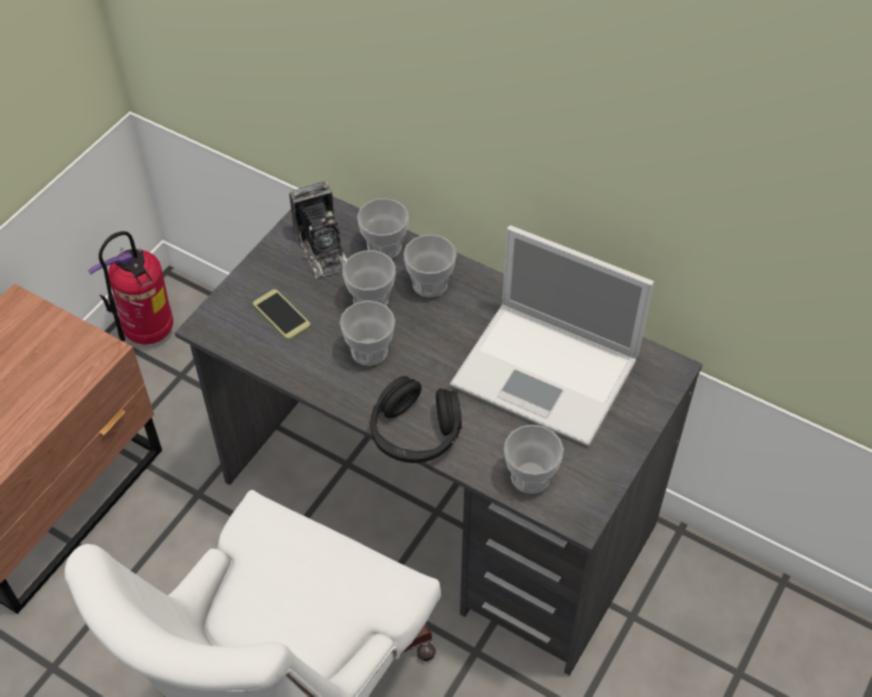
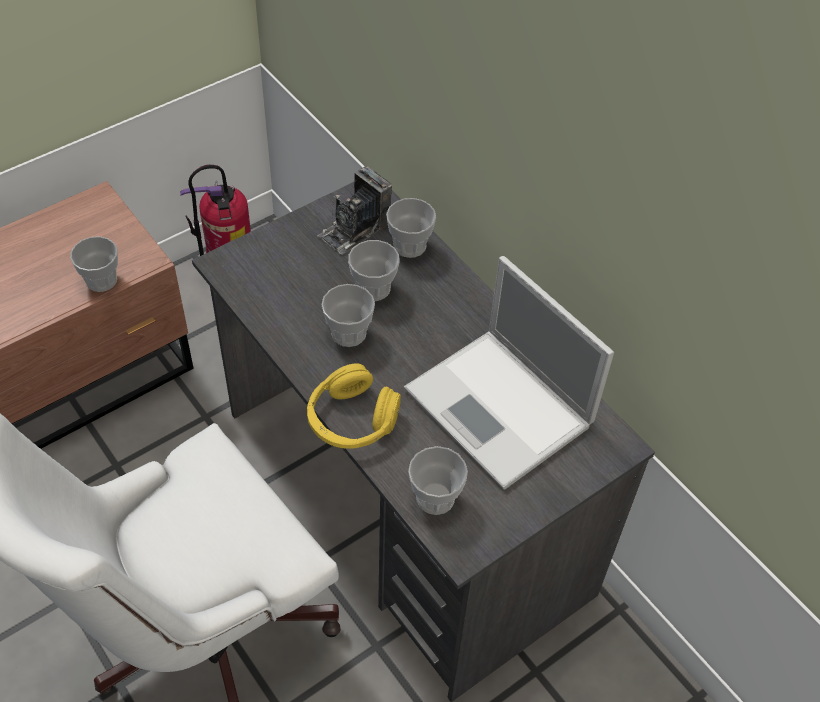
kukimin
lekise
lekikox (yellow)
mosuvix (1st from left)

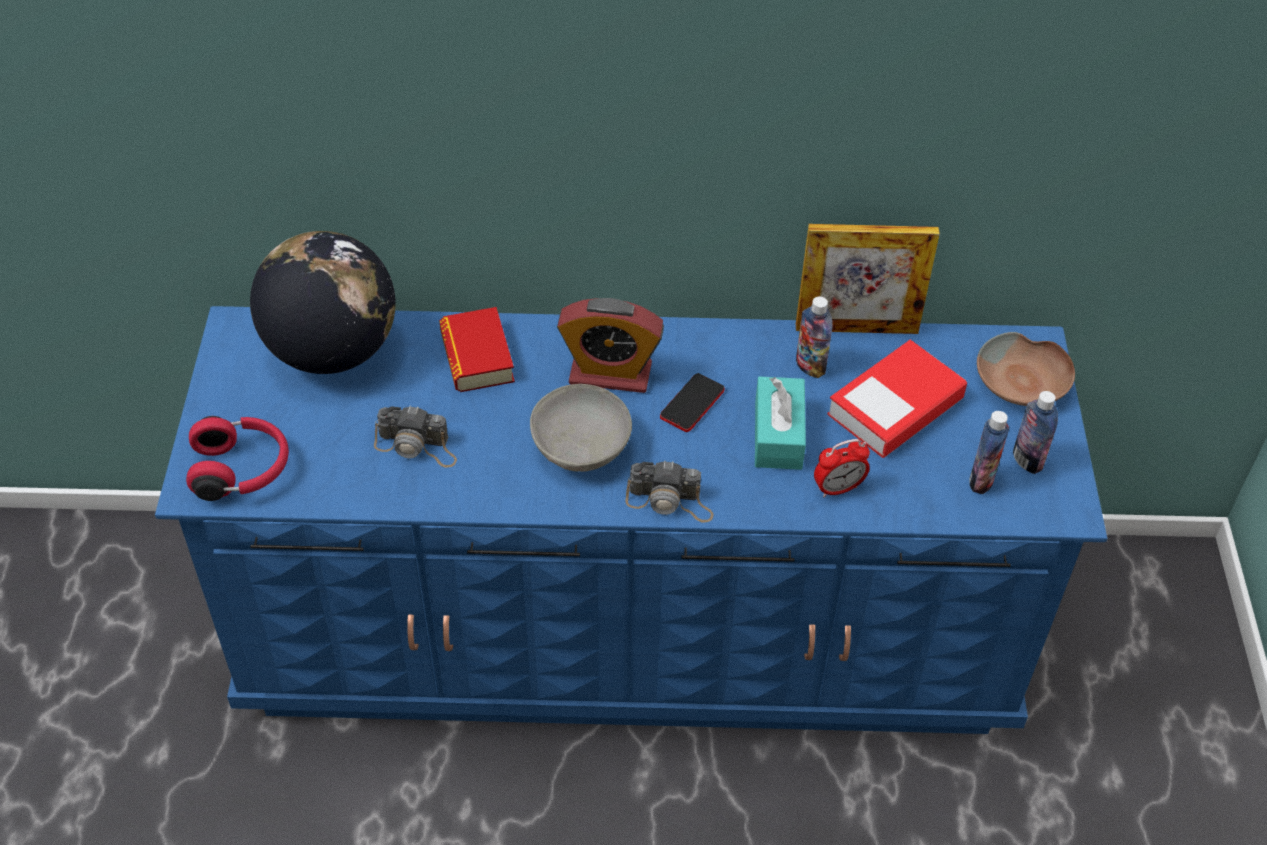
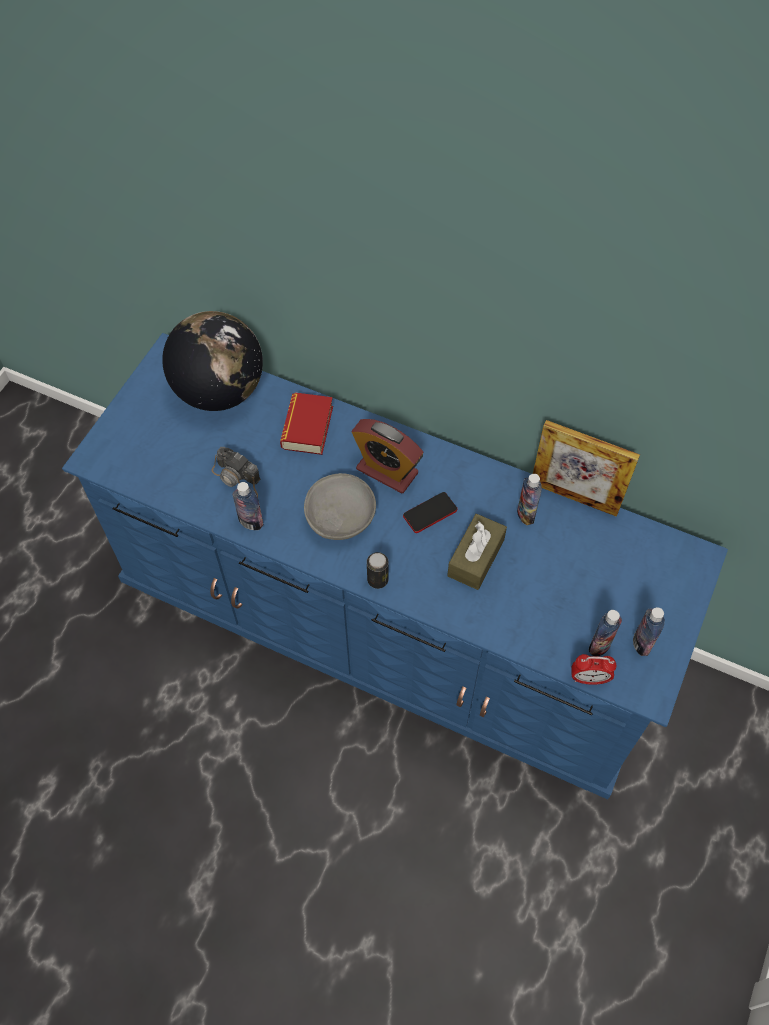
lekikox (red)
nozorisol
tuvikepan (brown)
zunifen (2nd from left)
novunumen (2nd from left in the first image)
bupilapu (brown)
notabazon (1st from left)

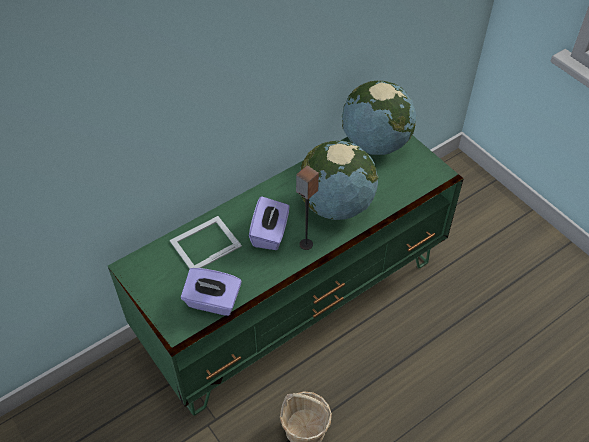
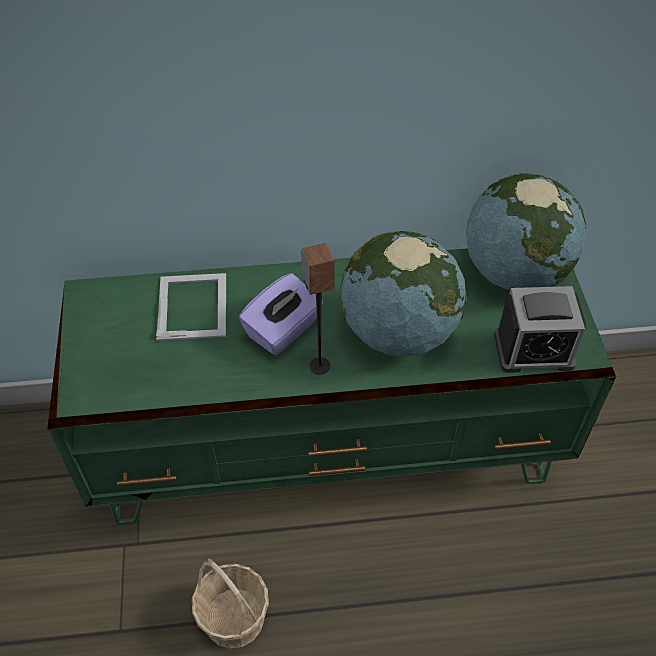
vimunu
tuvikepan (purple) (1st from left in the first image)
zunifen

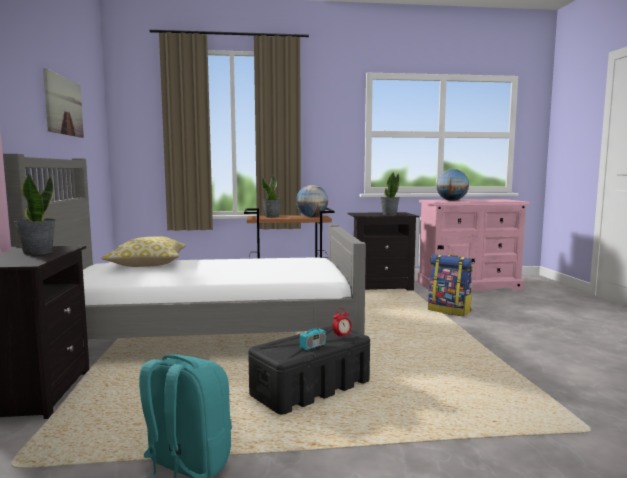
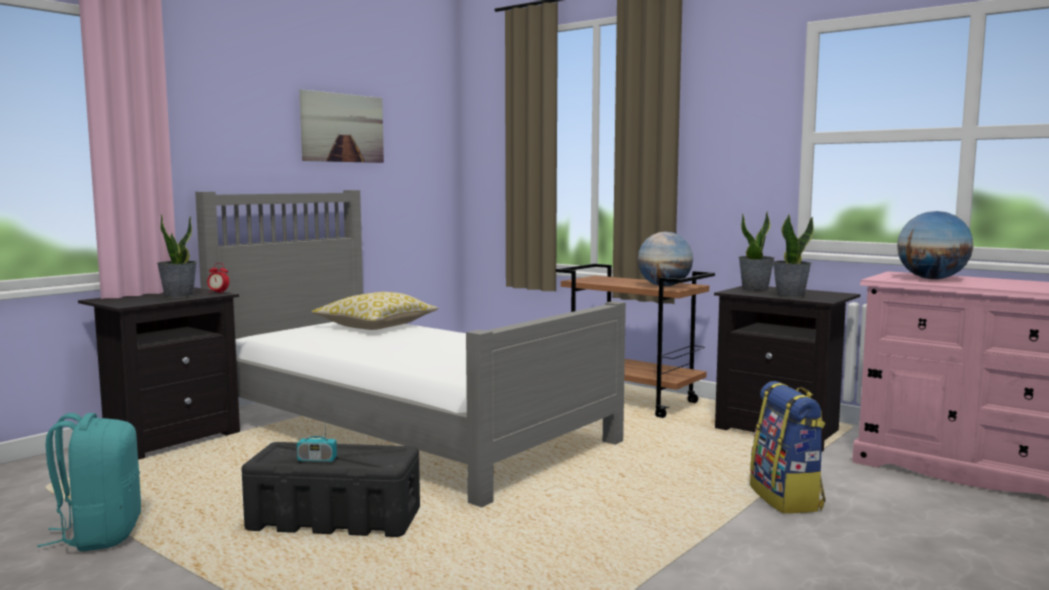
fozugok (2nd from left)
zunifen

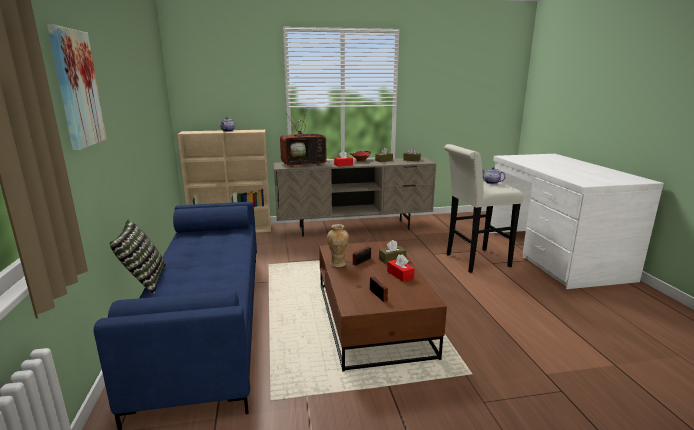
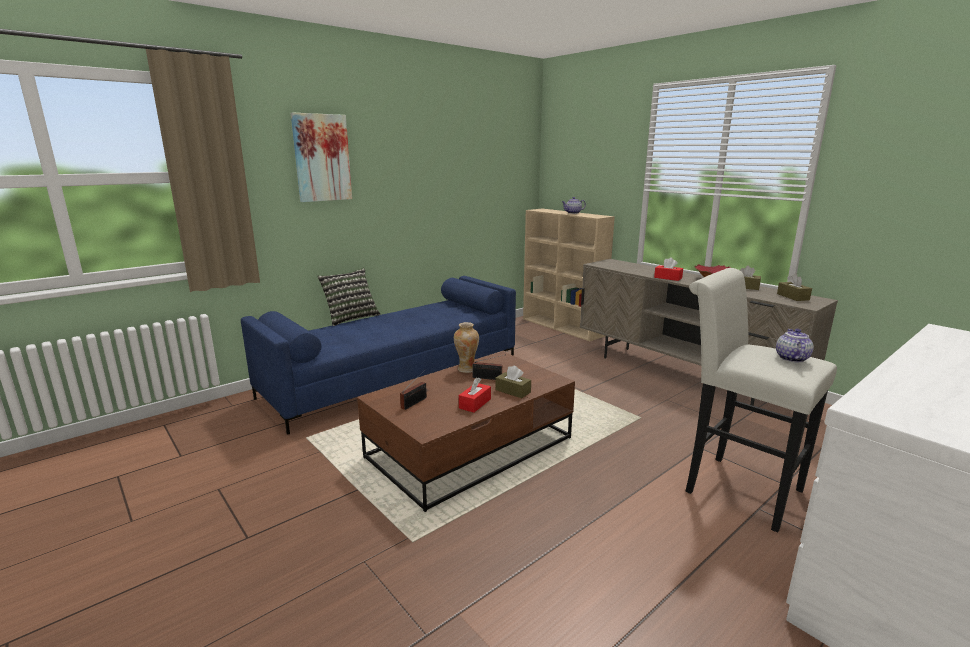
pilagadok

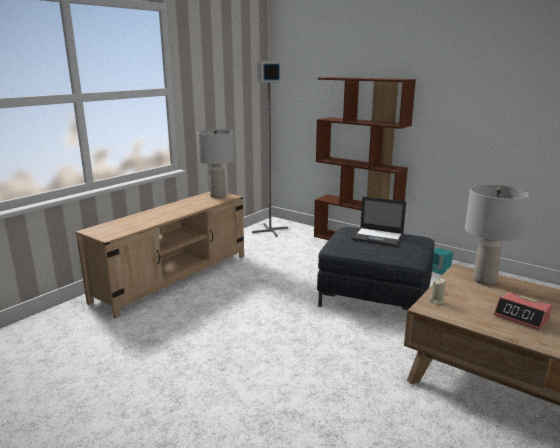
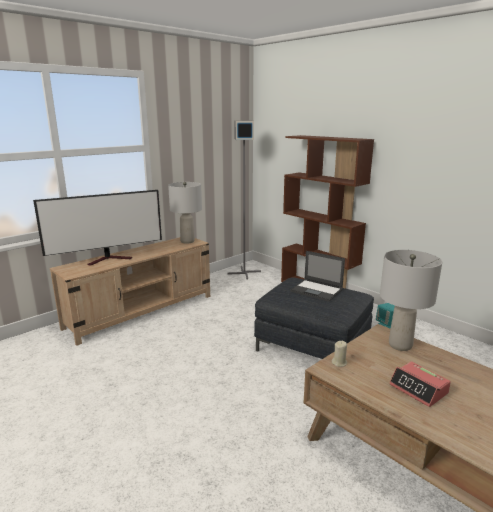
pilagadok

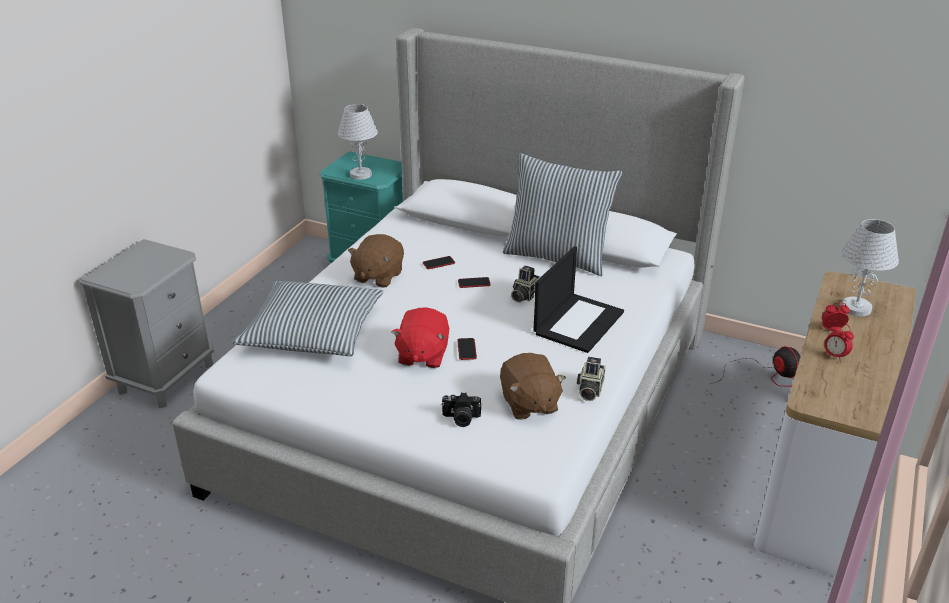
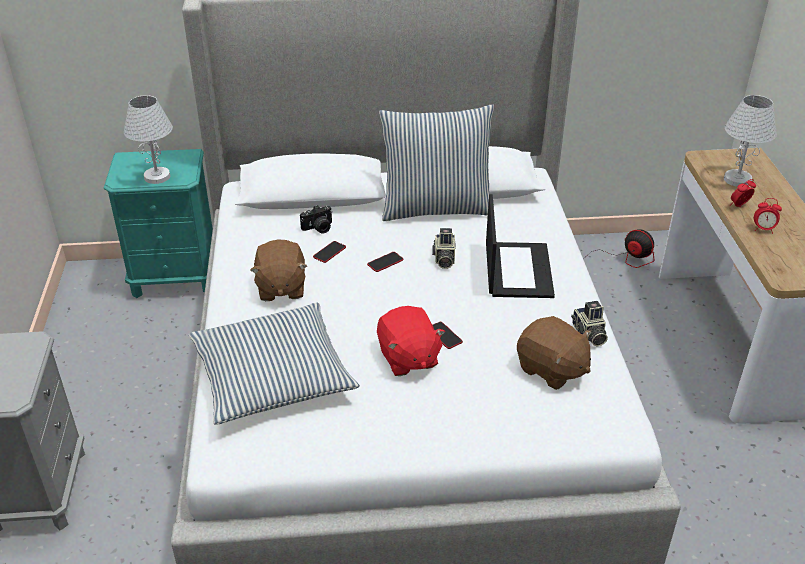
lekise (1st from left)

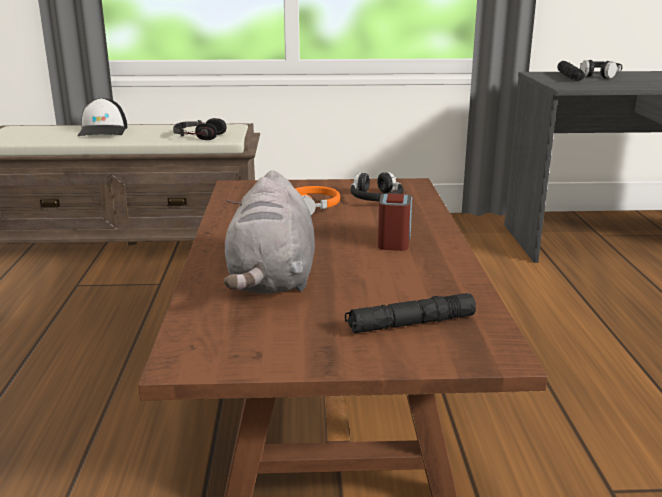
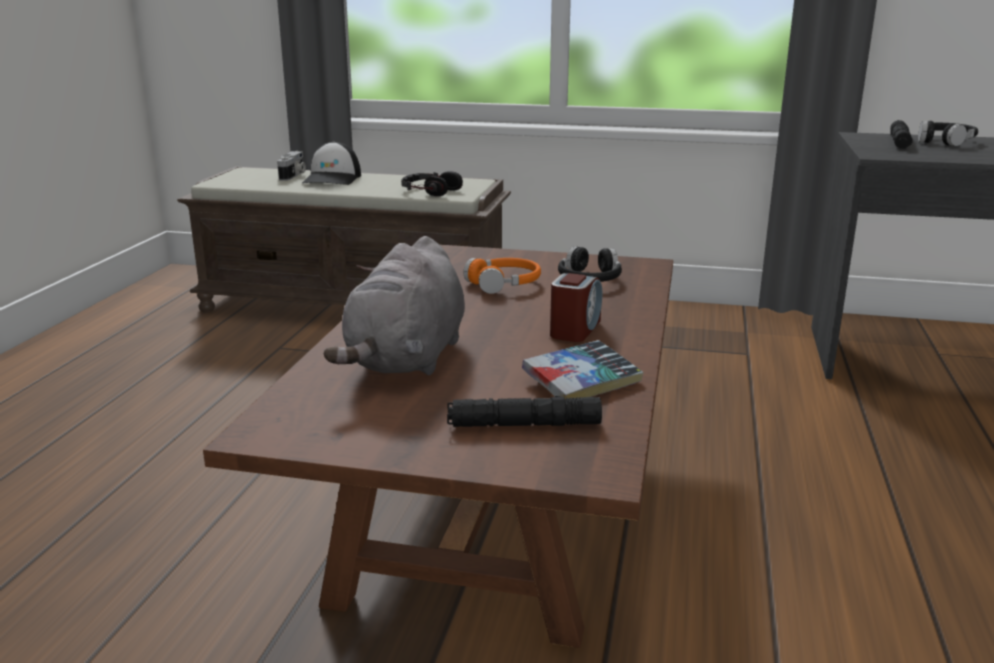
lekise
novunumen

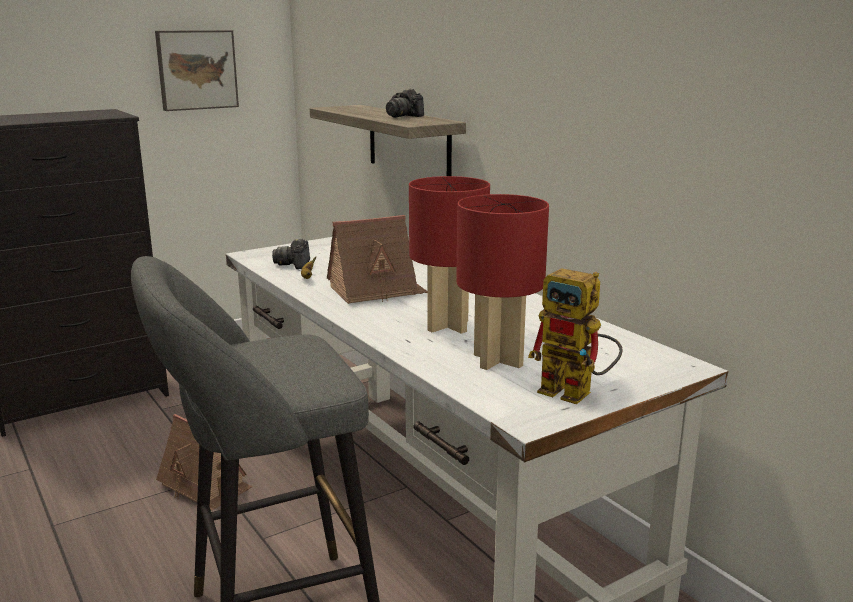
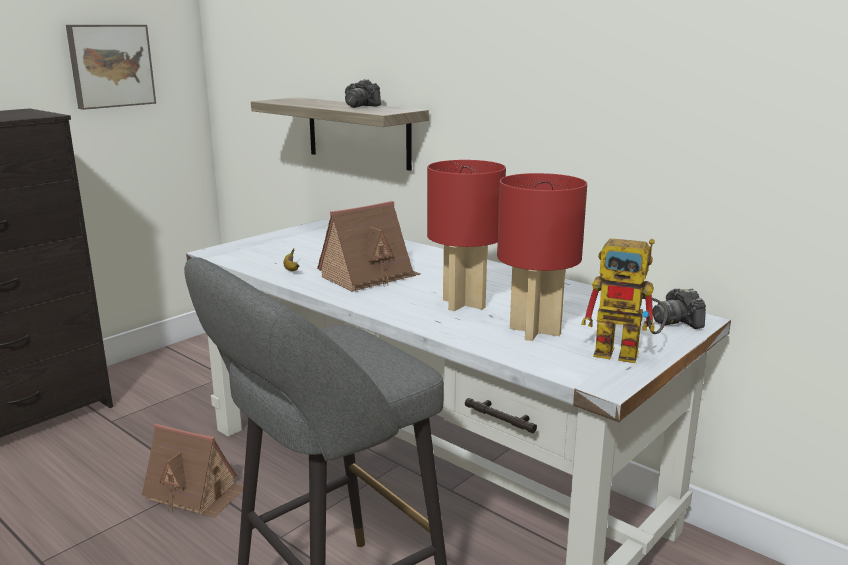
lekise (2nd from left)

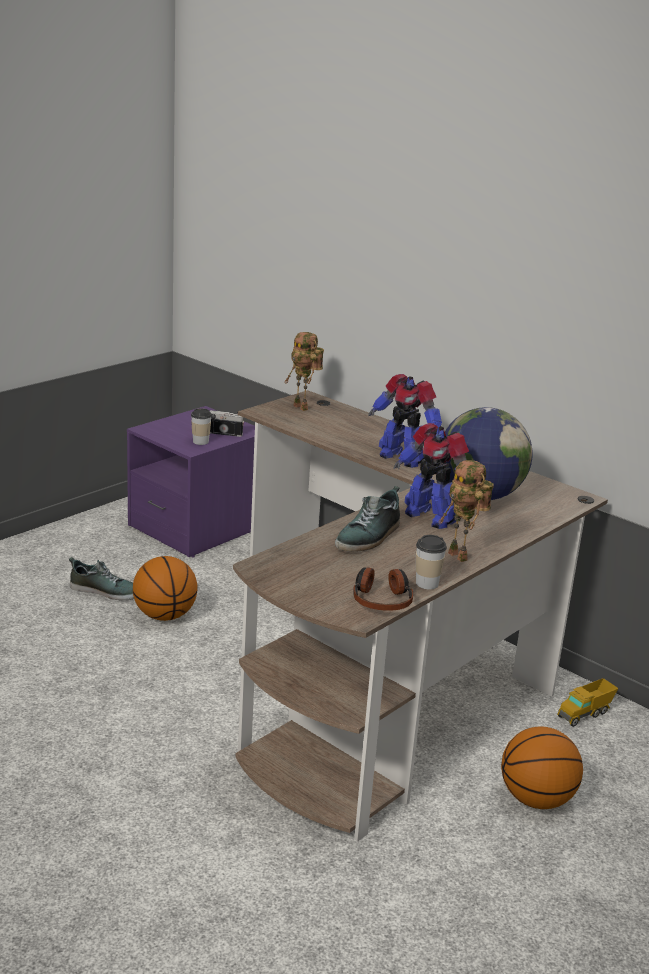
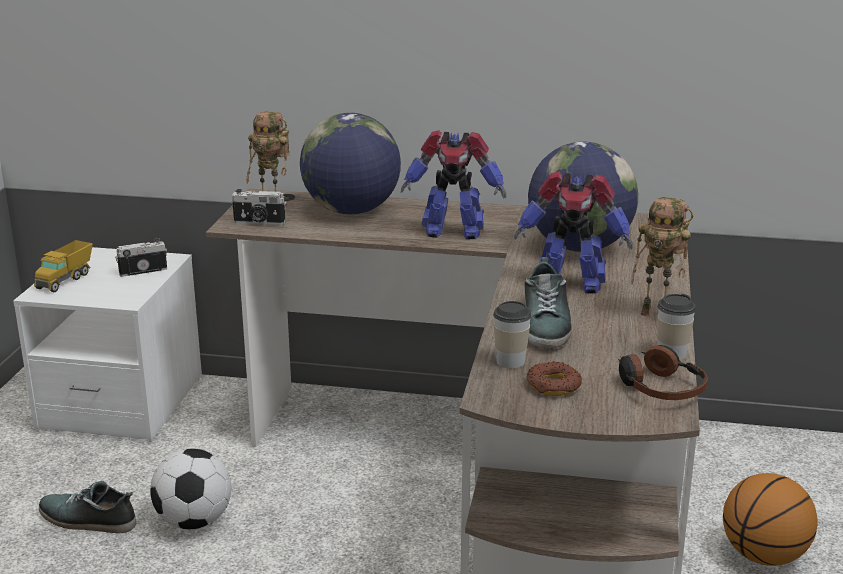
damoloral (1st from left)
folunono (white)
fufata
mosuvix (1st from left)
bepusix
lekise (2nd from left)
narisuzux (1st from left)
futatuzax

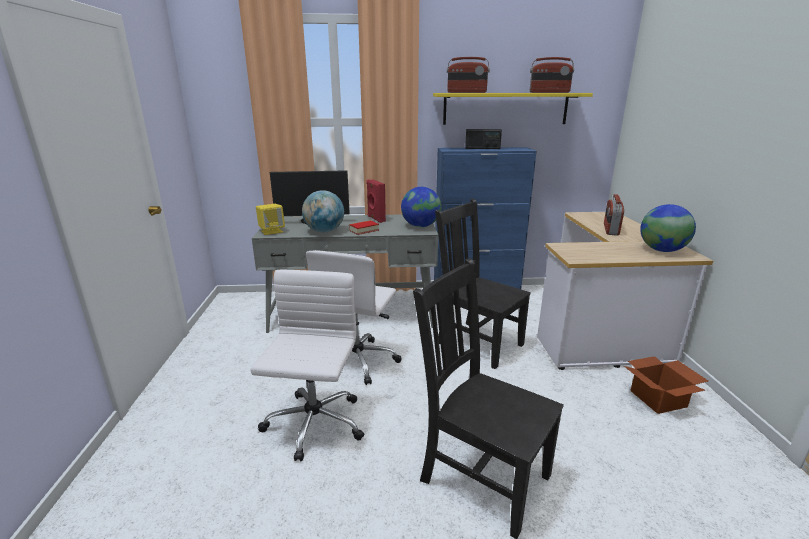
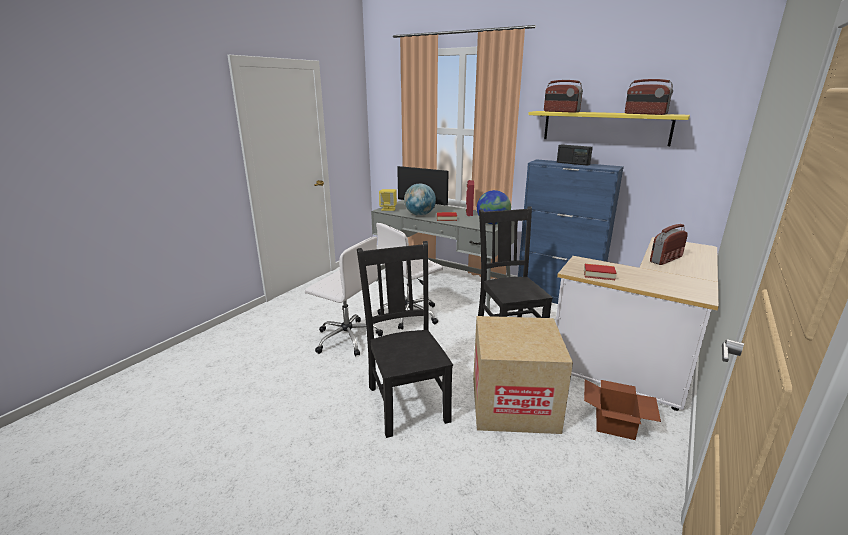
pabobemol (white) (1st from left)
narisuzux (3rd from left in the first image)
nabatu (1st from left)
novunumen (2nd from left)

